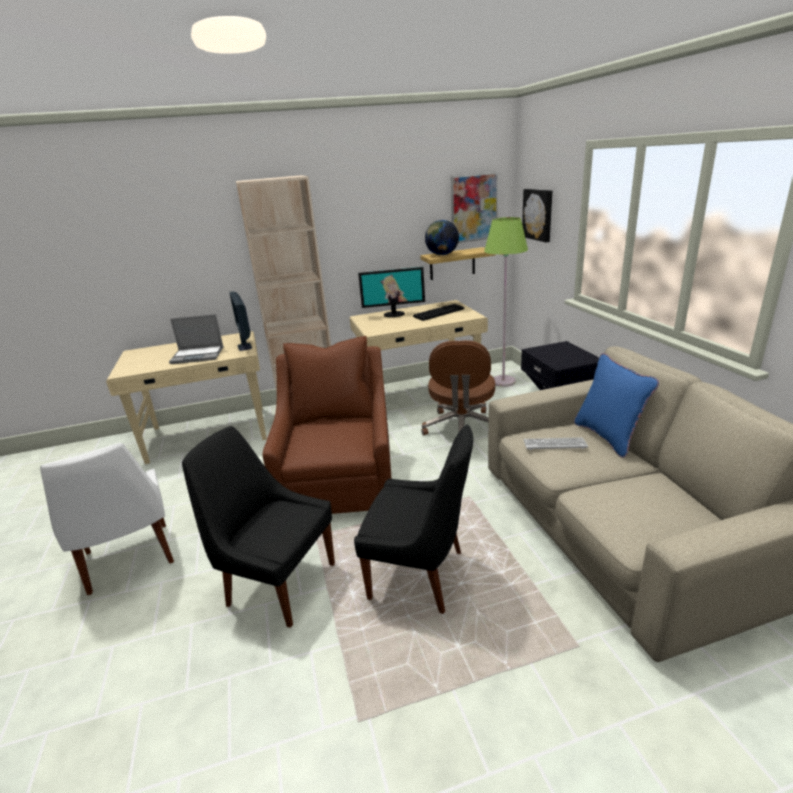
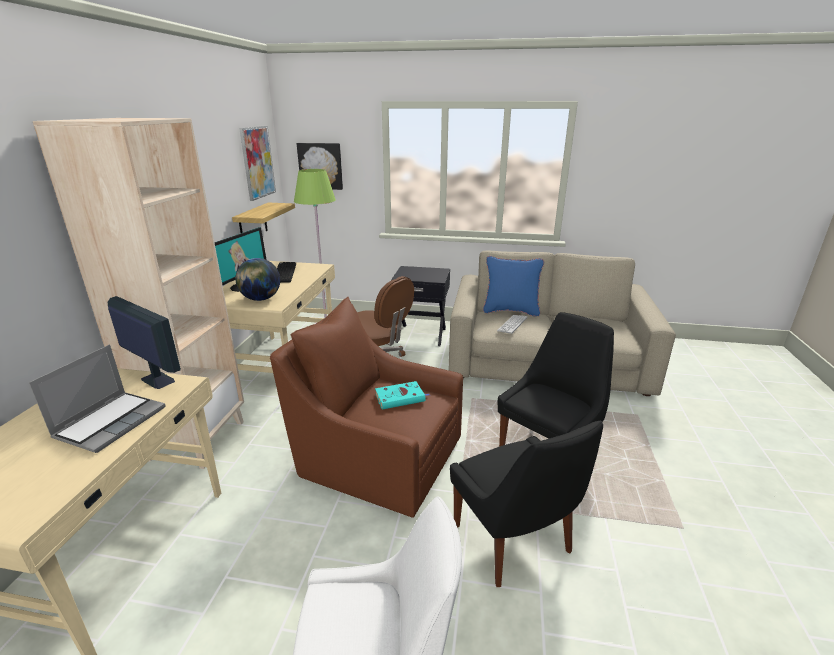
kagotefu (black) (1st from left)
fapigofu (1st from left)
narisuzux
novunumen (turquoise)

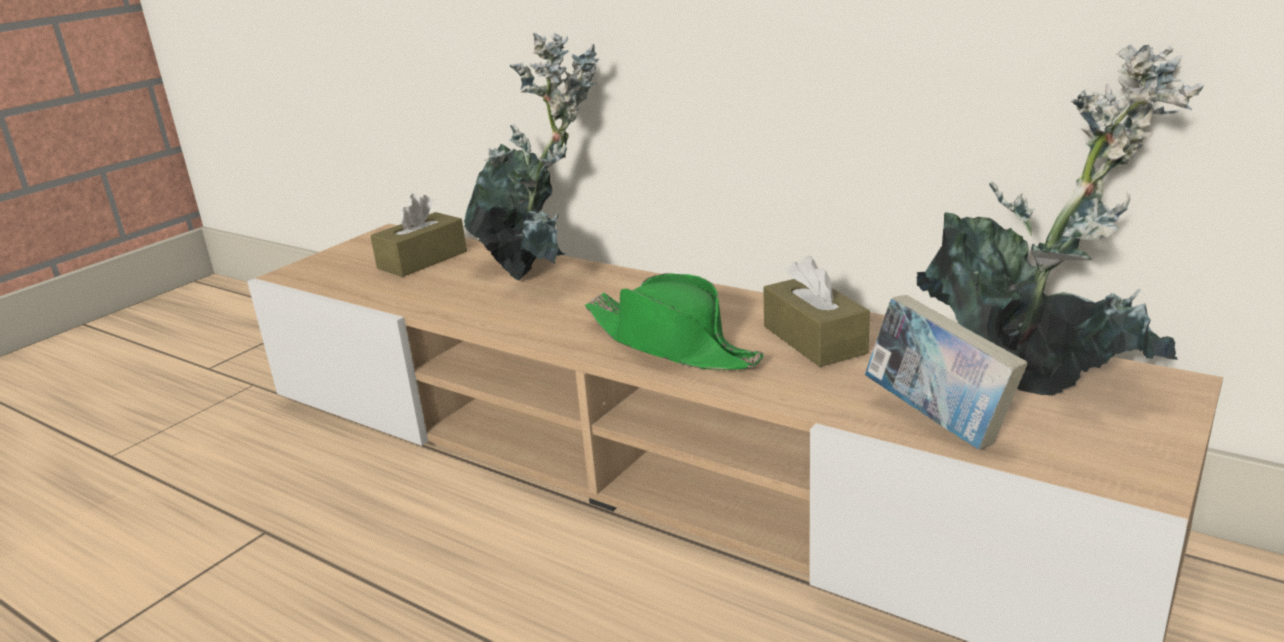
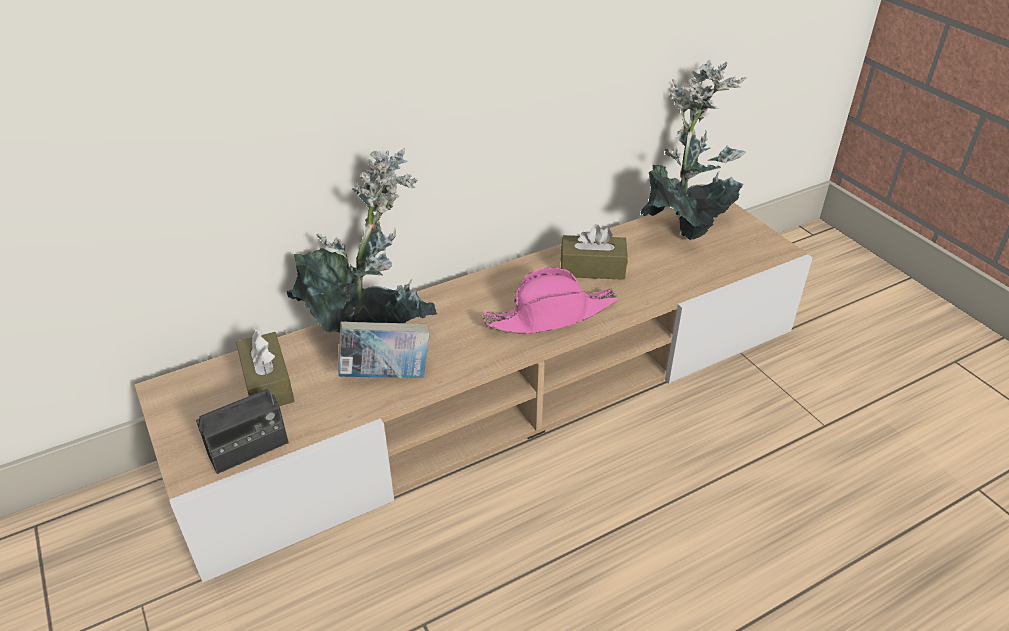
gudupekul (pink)
novunumen
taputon

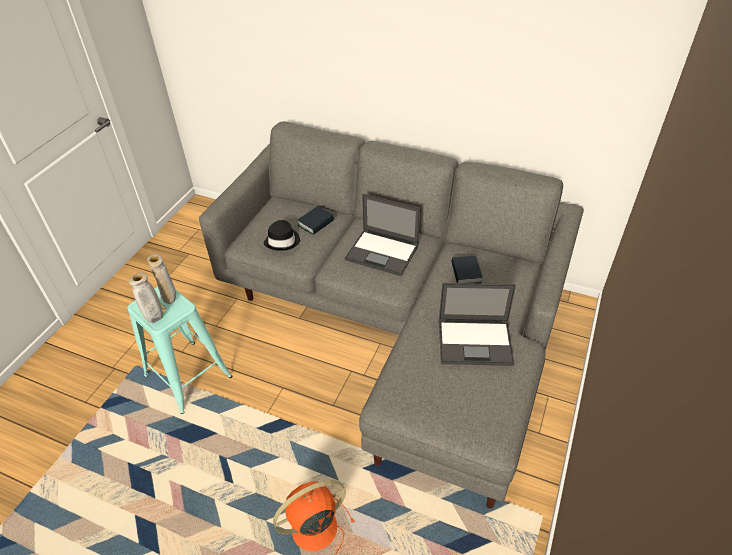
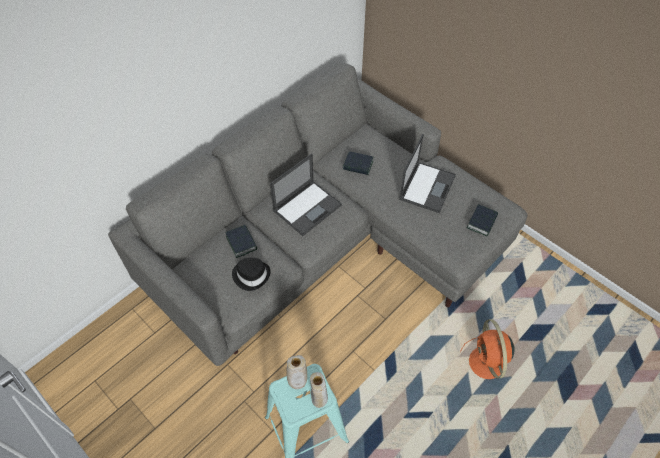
novunumen (3rd from left)

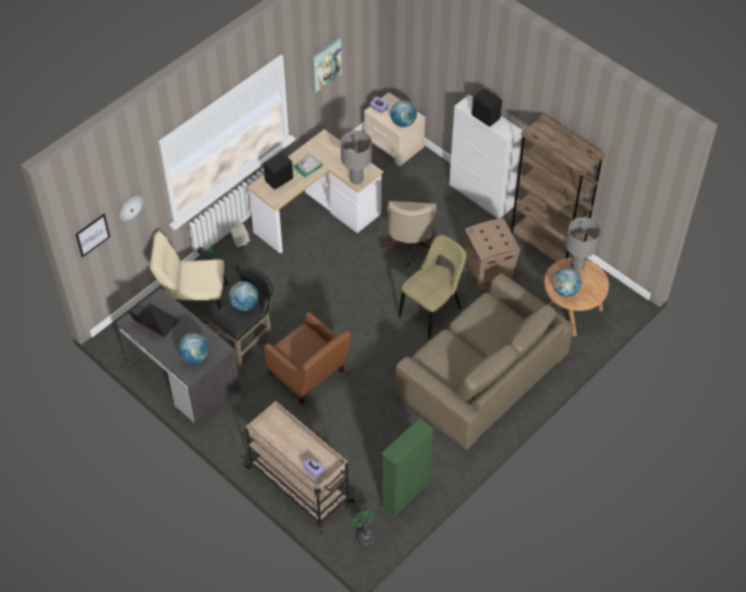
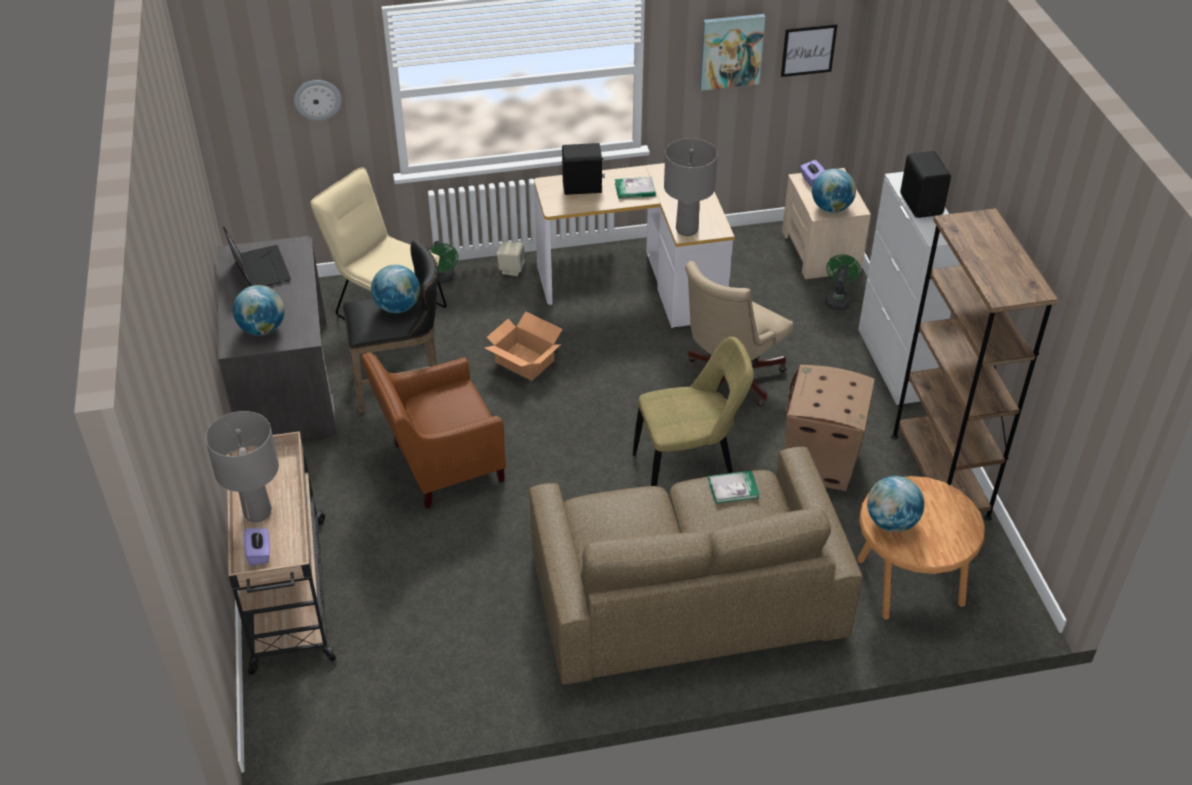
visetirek (2nd from left)
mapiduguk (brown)
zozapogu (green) (2nd from left)
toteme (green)
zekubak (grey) (1st from left)
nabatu (1st from left)
novunumen (2nd from left)

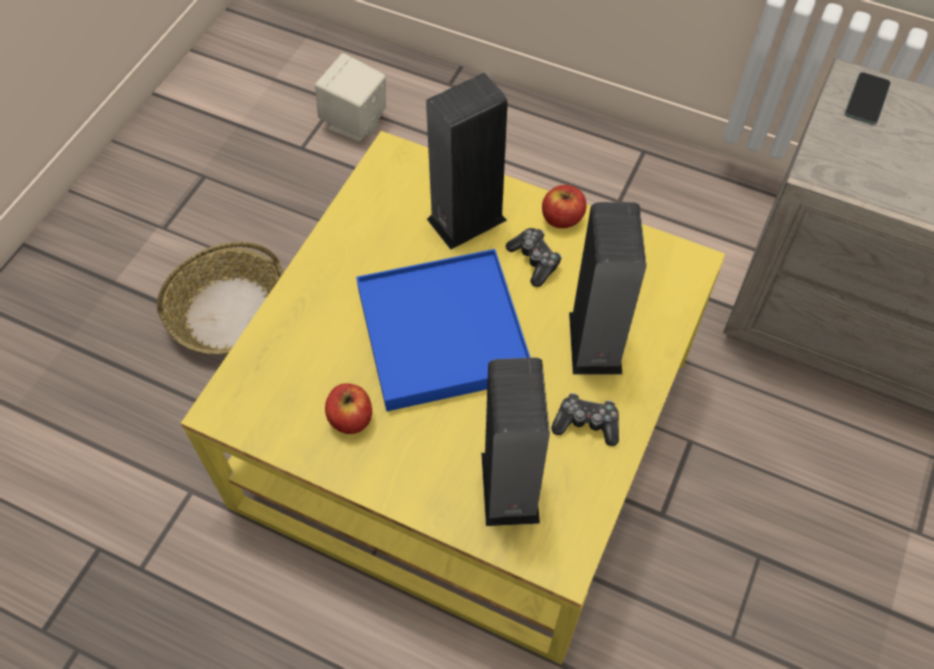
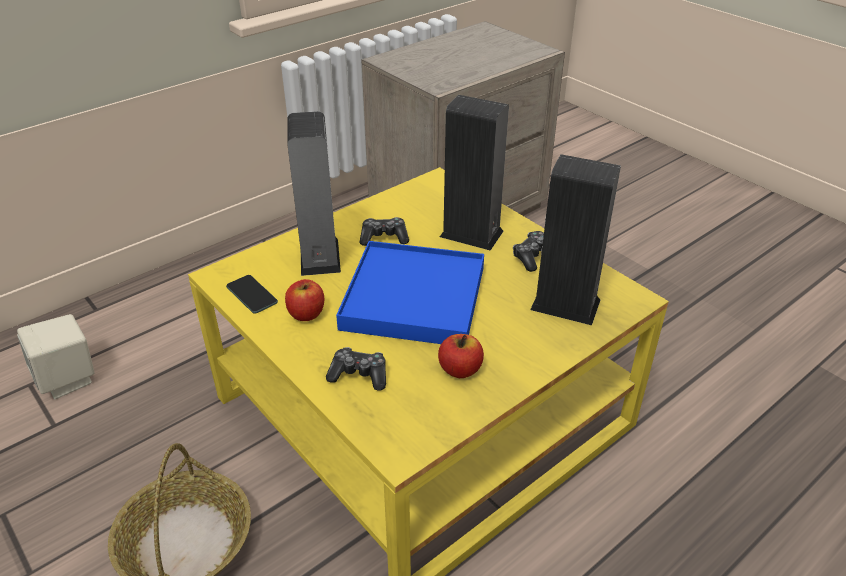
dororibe (1st from left)
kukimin
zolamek (1st from left)

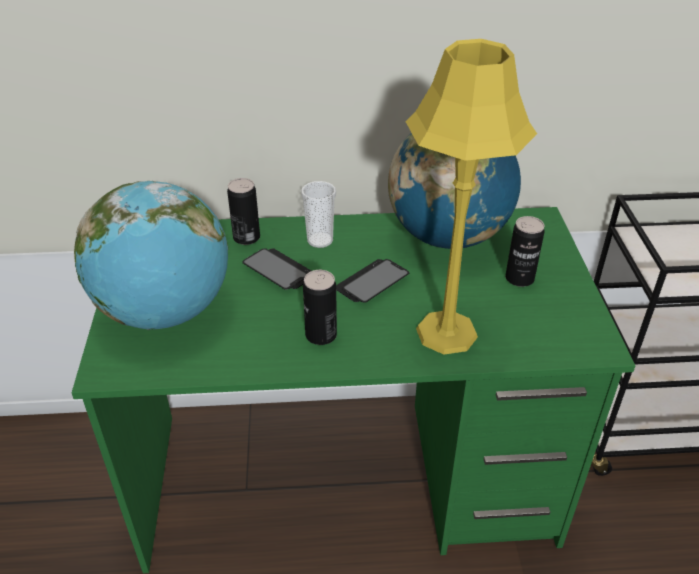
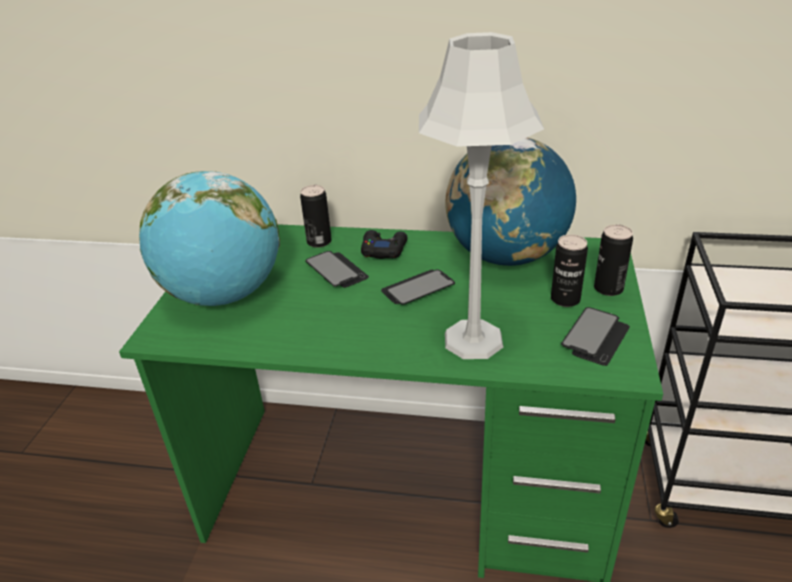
zolamek (black)
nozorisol (3rd from left)
zekubak (grey)
kukimin (3rd from left)

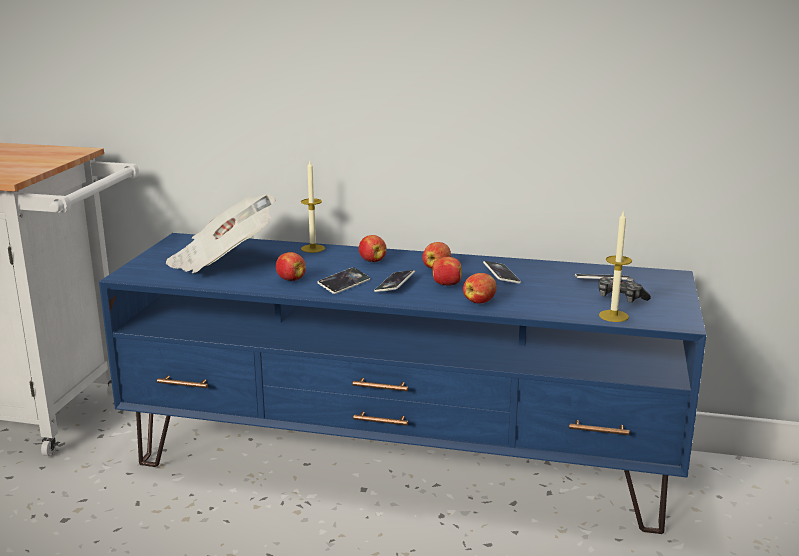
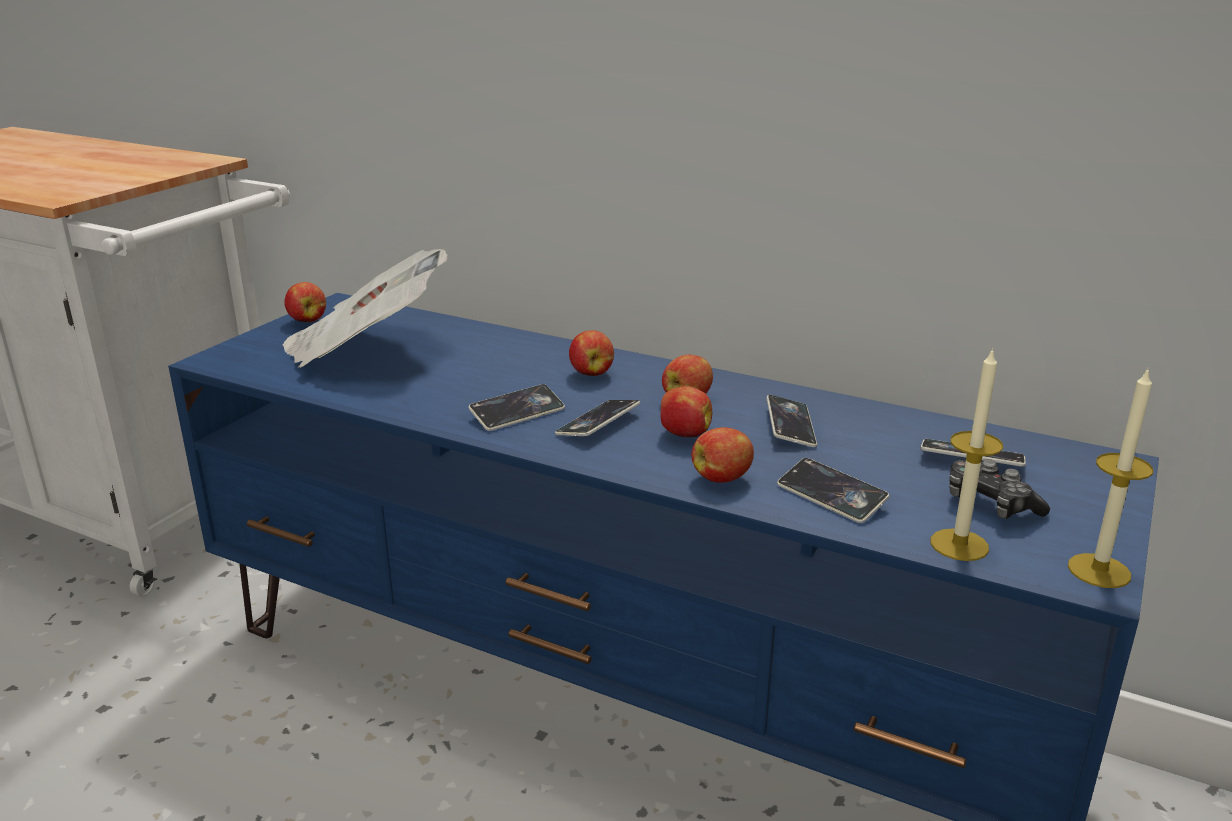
dororibe (1st from left)
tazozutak (2nd from left)
kukimin (4th from left)

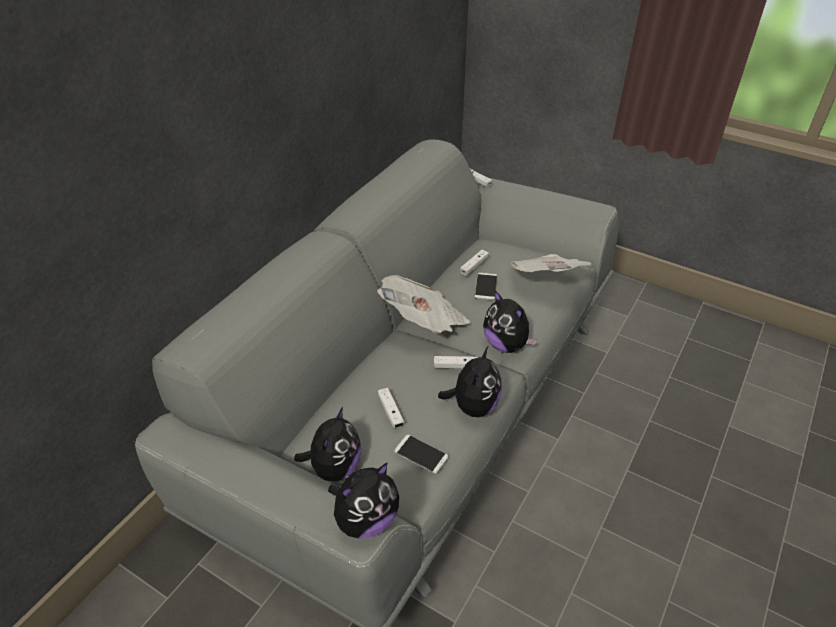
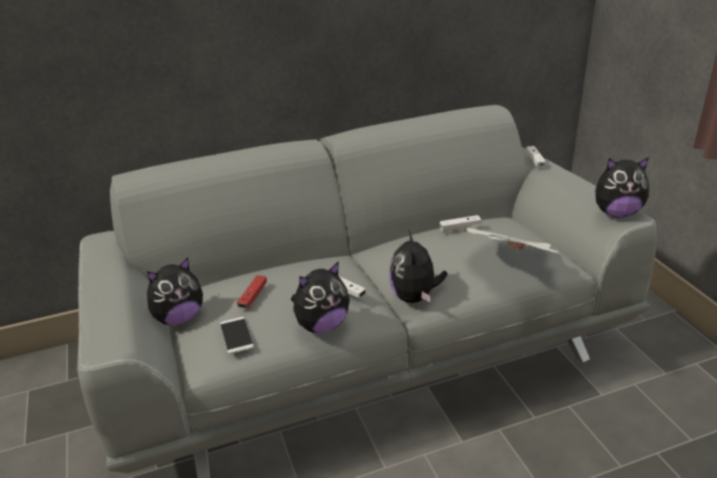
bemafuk (4th from left)
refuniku (1st from left in the first image)
zolamek (red)
kukimin (2nd from left in the first image)

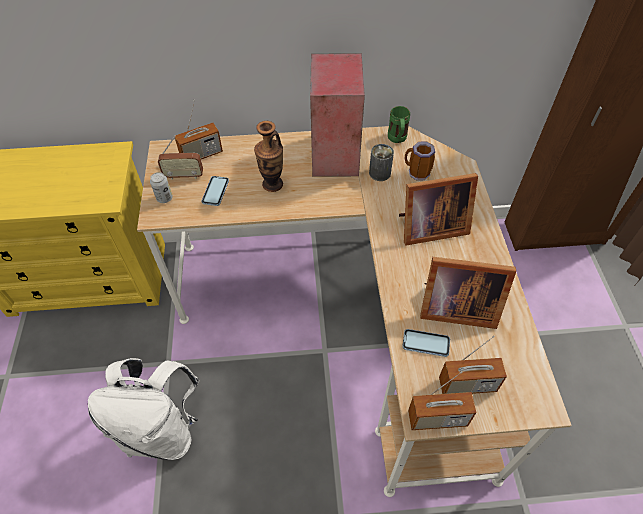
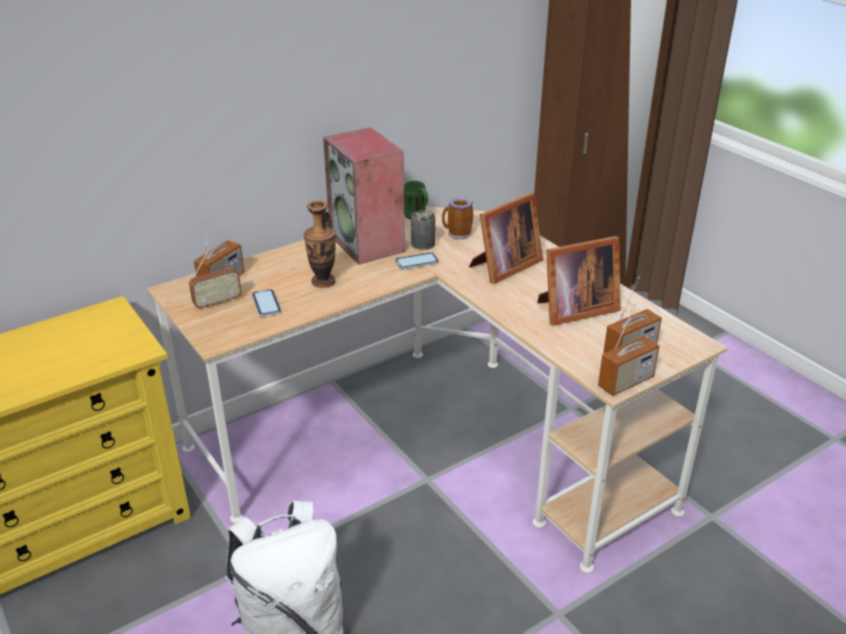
nozorisol (1st from left in the first image)
kukimin (2nd from left)

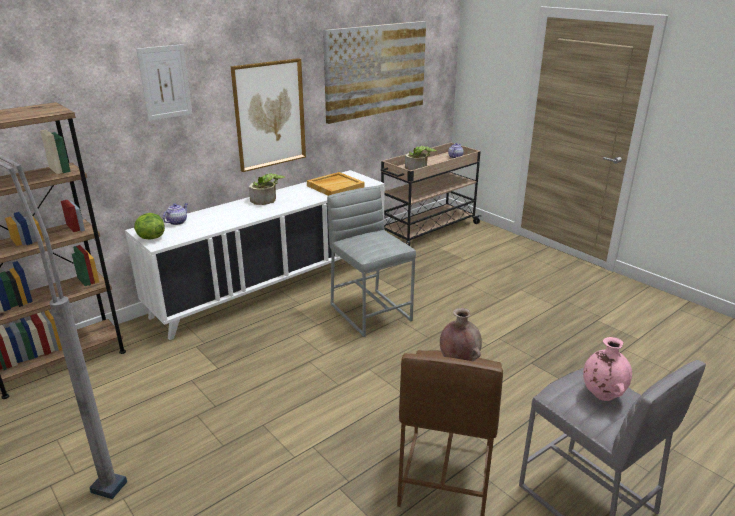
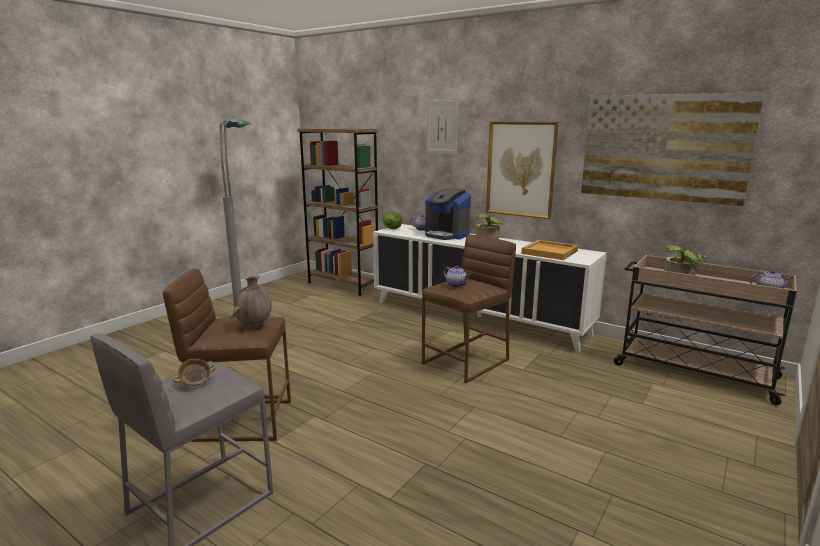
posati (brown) (2nd from left)
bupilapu
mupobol
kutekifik (2nd from left)

